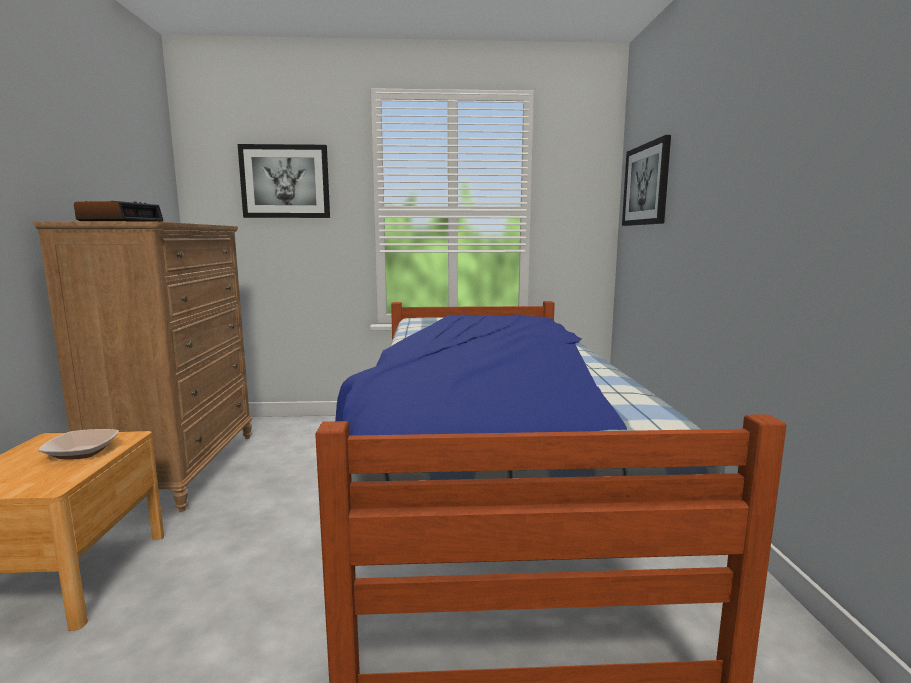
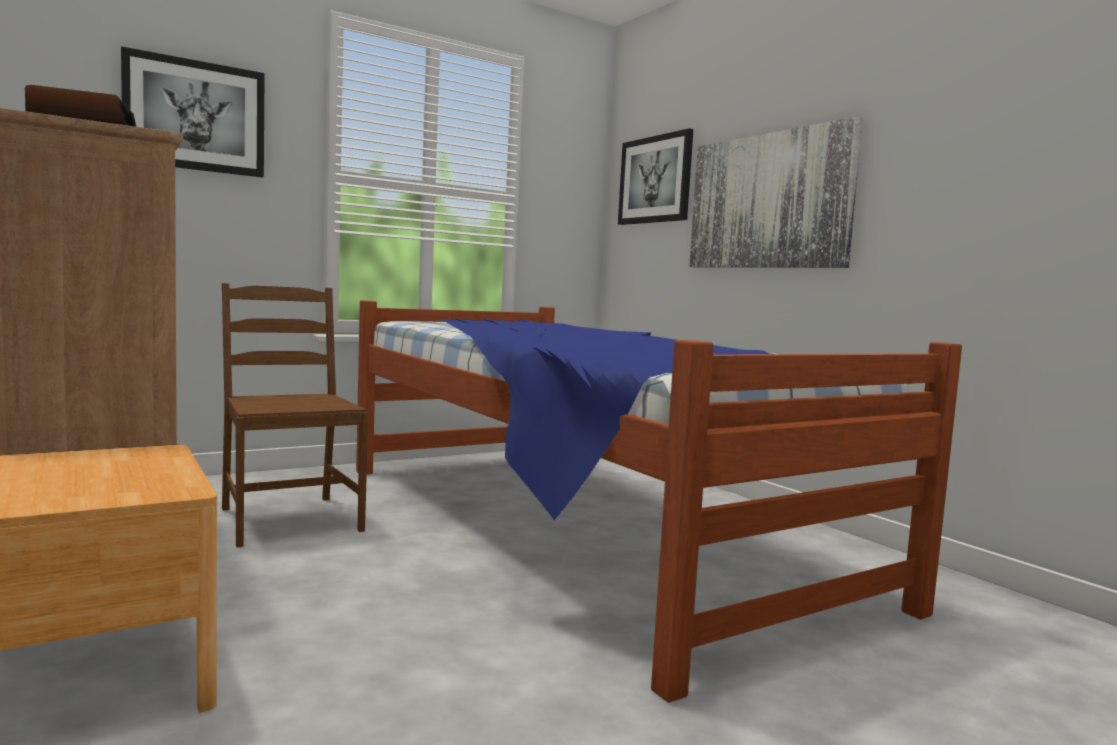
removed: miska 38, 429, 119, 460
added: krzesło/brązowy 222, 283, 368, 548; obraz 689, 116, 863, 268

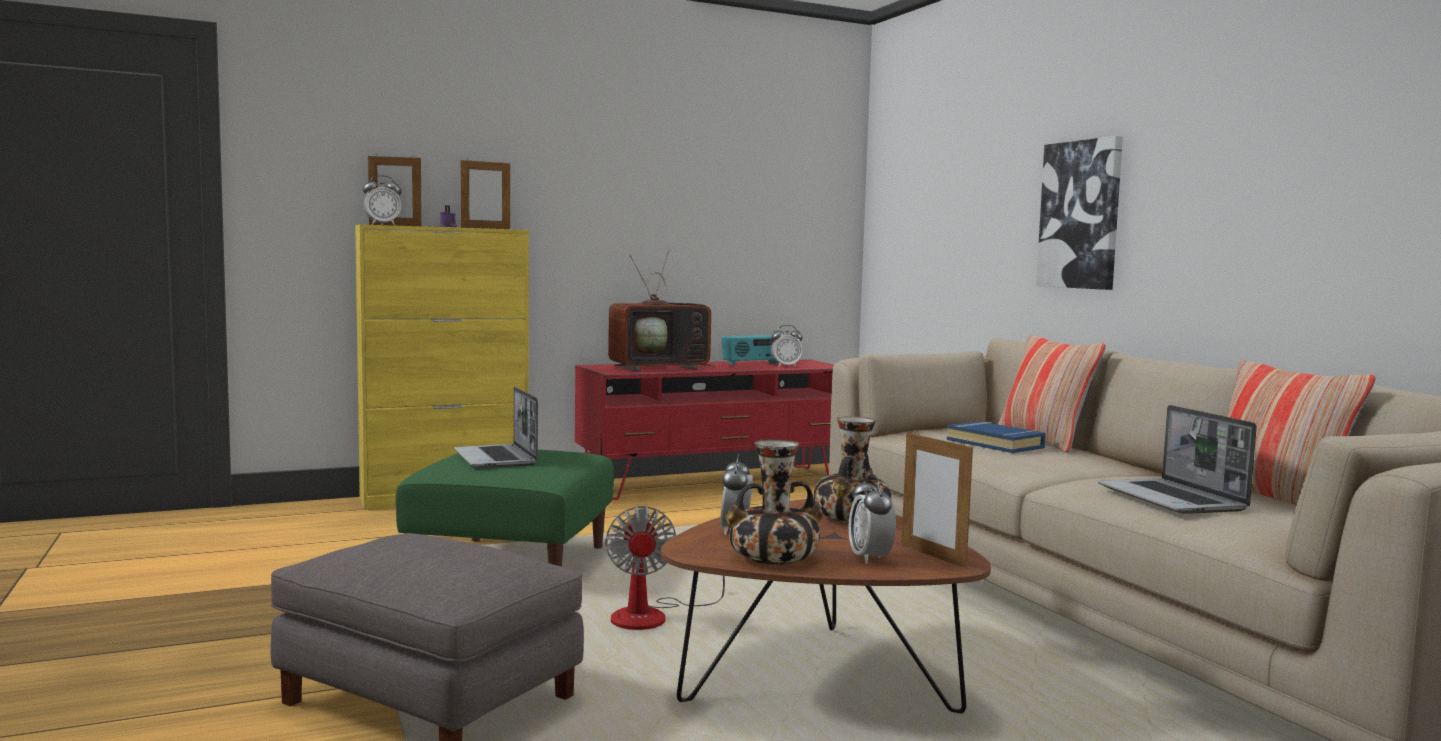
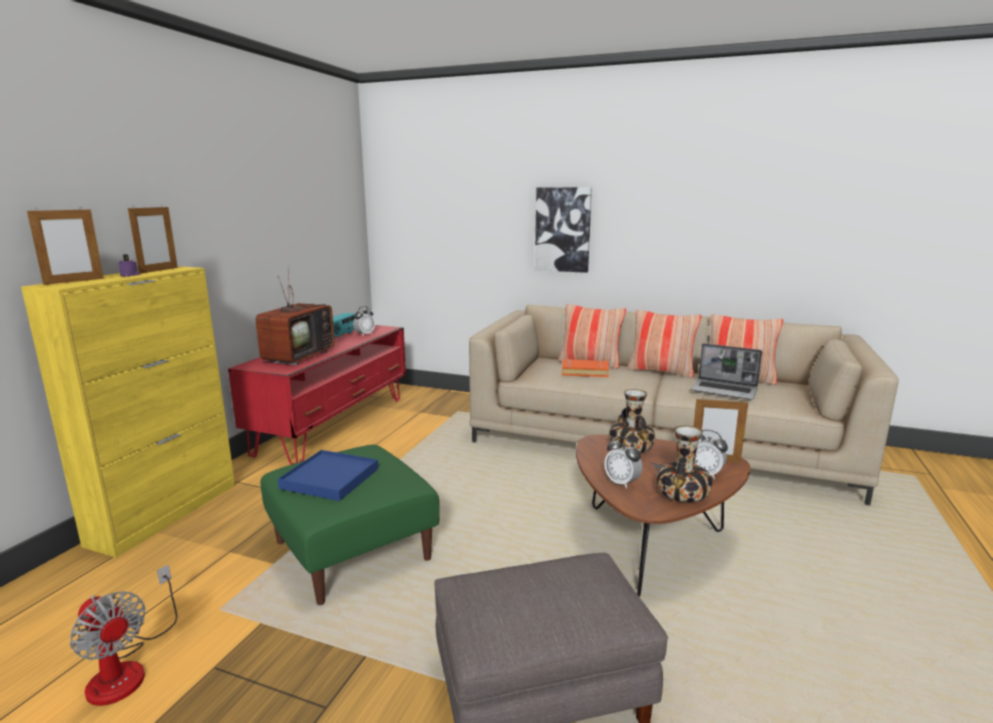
removed: budzik 363, 175, 402, 225
added: poduszka 627, 310, 701, 378
moved: wentylator 605, 506, 725, 630 to 70, 565, 178, 706
replaced: laptop 454, 387, 538, 468 to taca/niebieski 278, 450, 378, 501
recoloured: książka/niebieski 947, 421, 1046, 453 to książka/pomarańczowy 562, 359, 609, 377

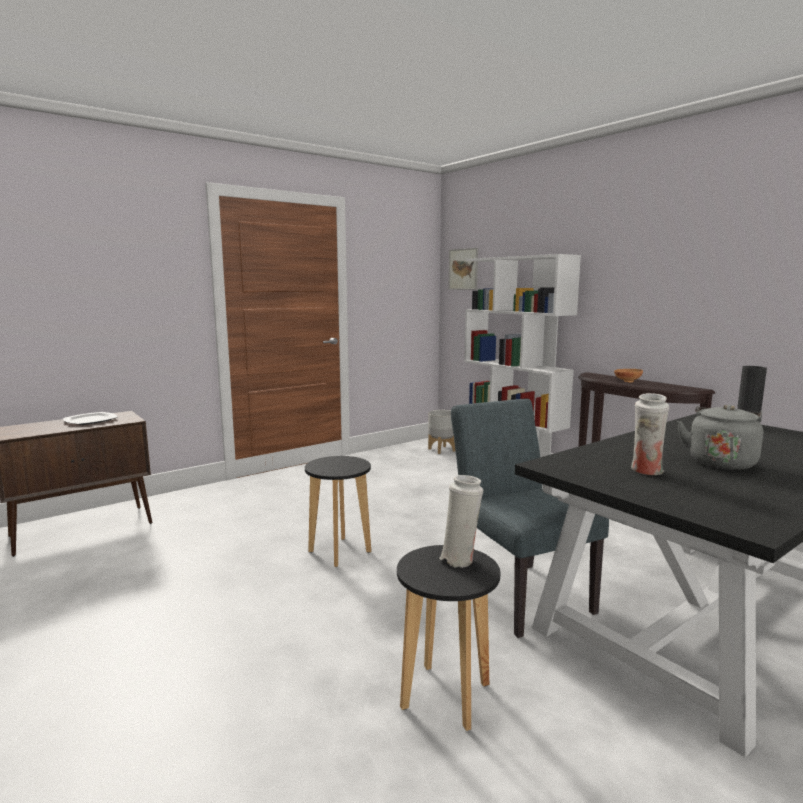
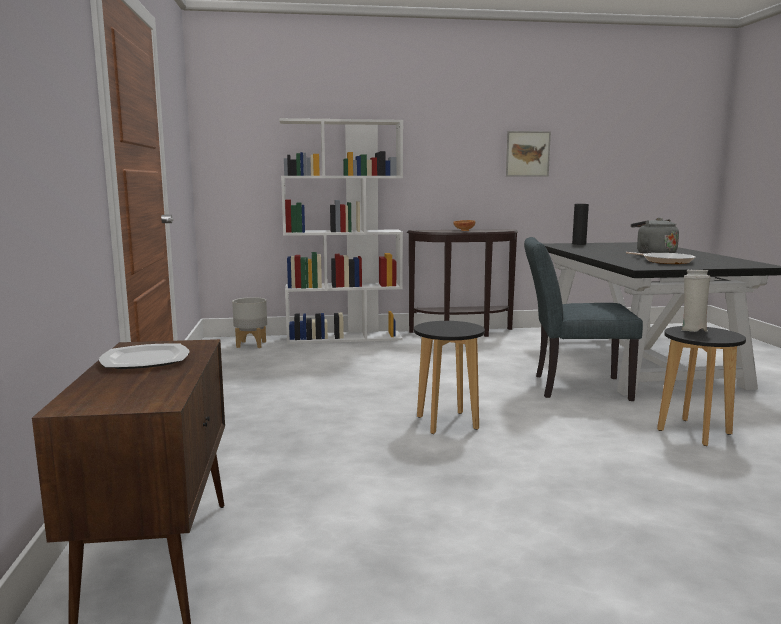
moved: obraz 448, 248, 478, 290 to 506, 131, 551, 177
replaced: wazon/biały 631, 393, 669, 475 to patelnia 626, 252, 695, 264

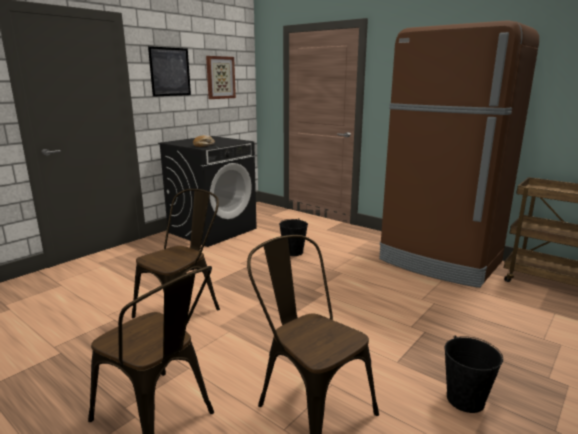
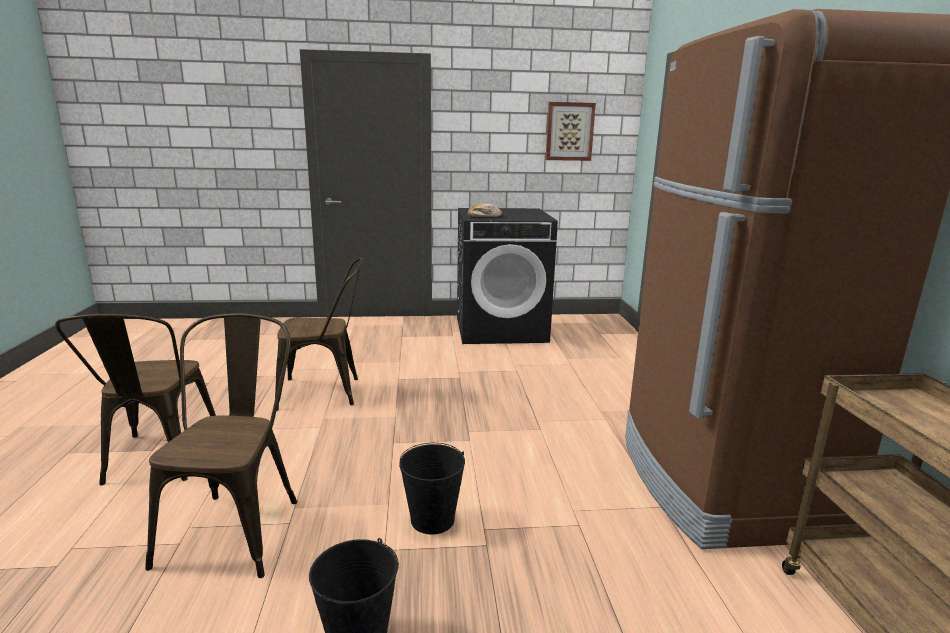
removed: obraz 148, 46, 191, 97
moved: wiadro/czarny 279, 218, 308, 256 to 399, 443, 465, 534

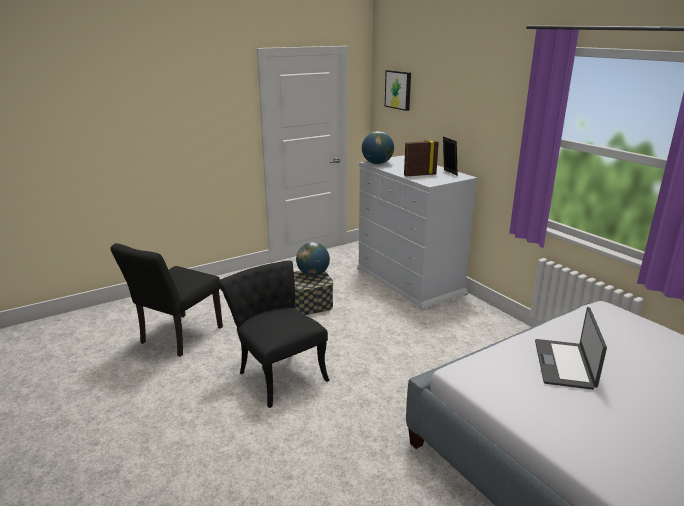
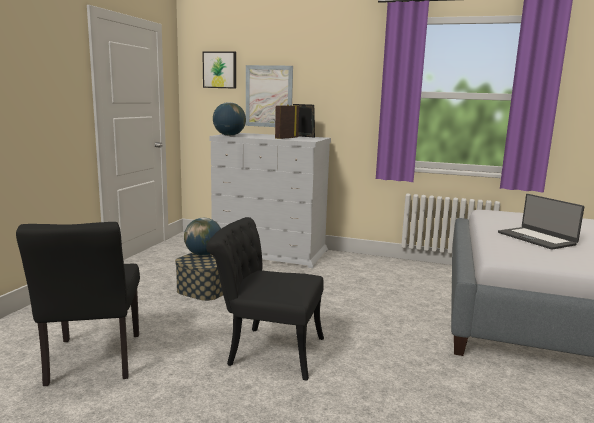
added: obraz 246, 65, 293, 127

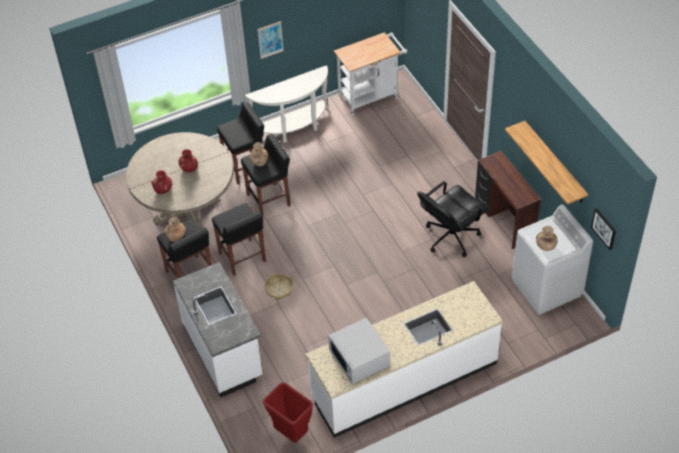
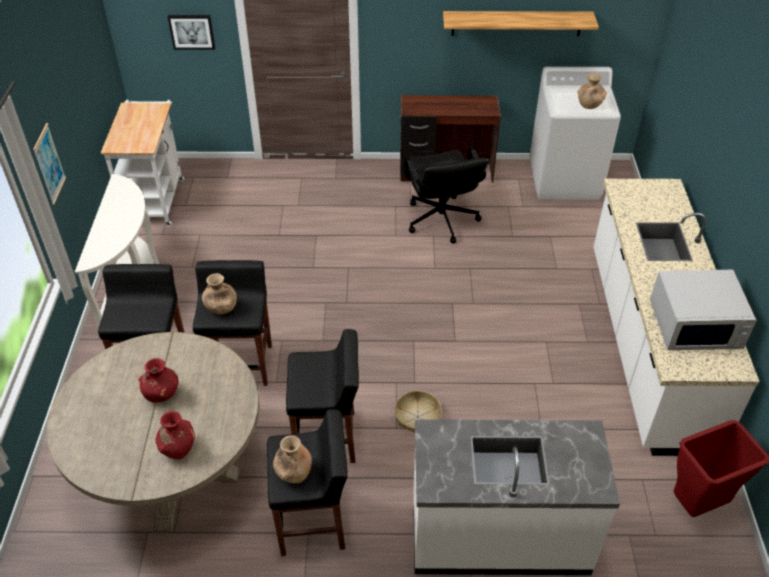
moved: obraz 591, 208, 616, 250 to 168, 15, 215, 50

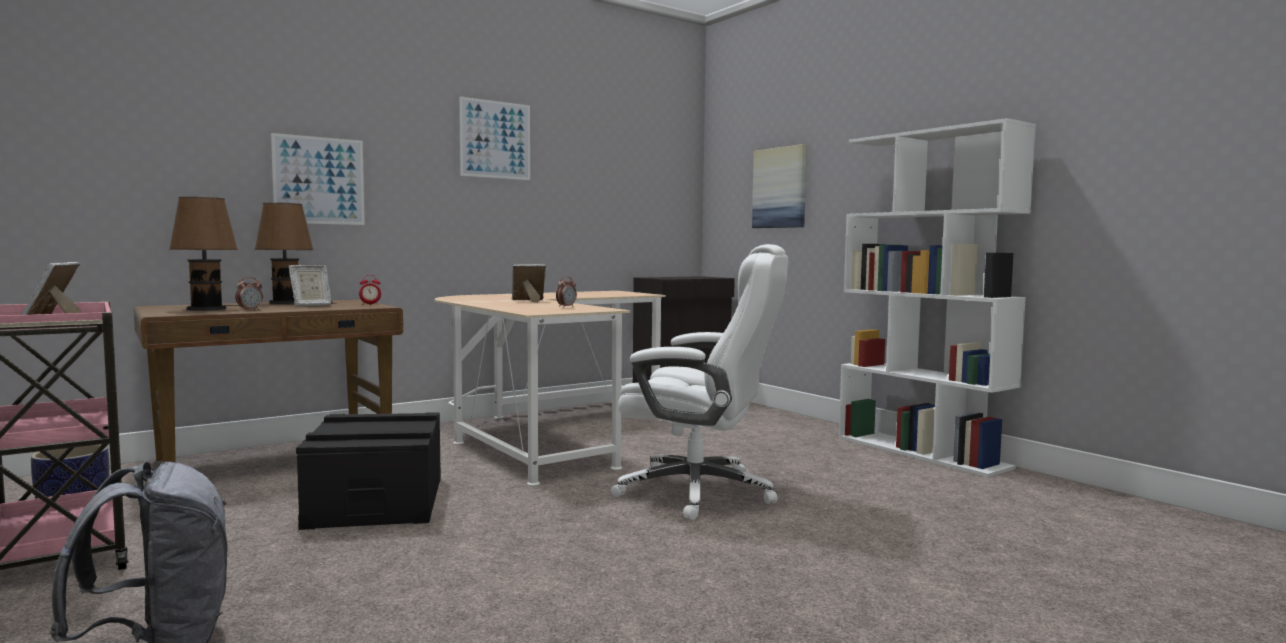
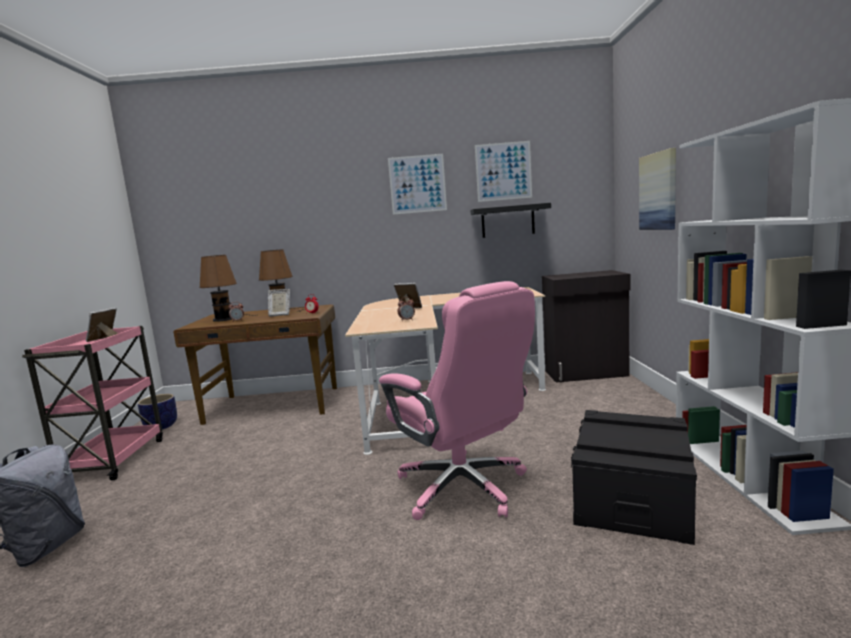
added: półka/czarny 470, 203, 551, 238
moved: obraz 271, 133, 365, 225 to 475, 141, 532, 202; pojemnik do przechowywania/czarny 296, 412, 441, 530 to 571, 410, 697, 545
recoloured: krzesło biurowe/biały 611, 244, 788, 520 to krzesło biurowe/różowy 379, 281, 535, 520

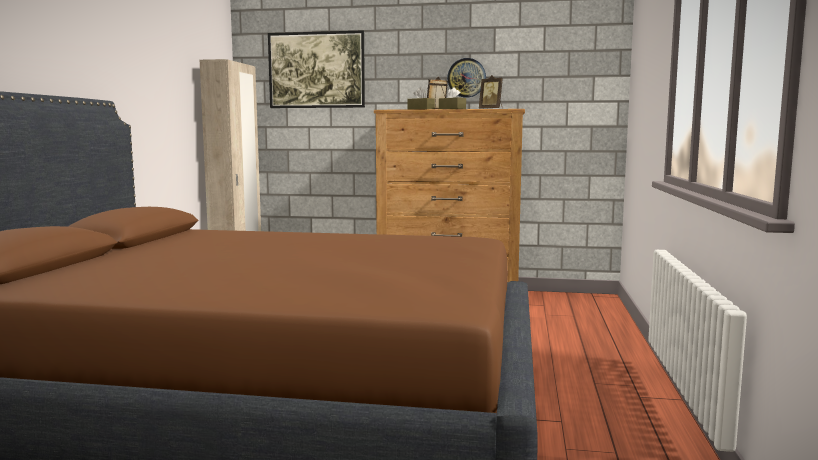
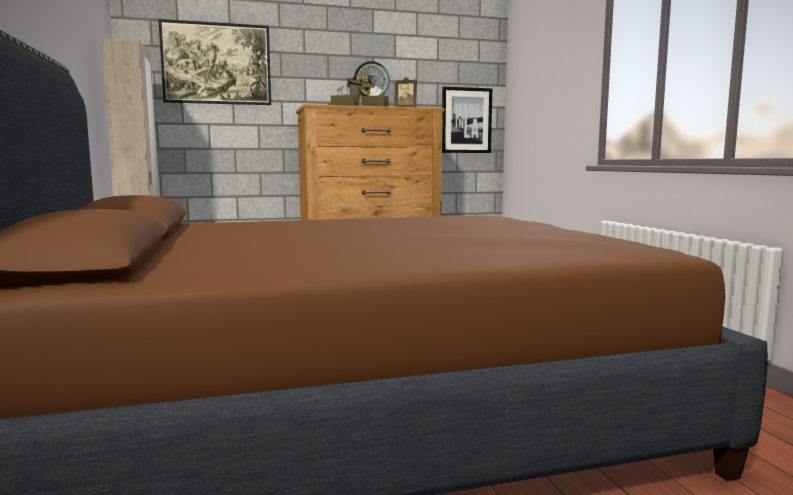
added: obraz 442, 87, 492, 153

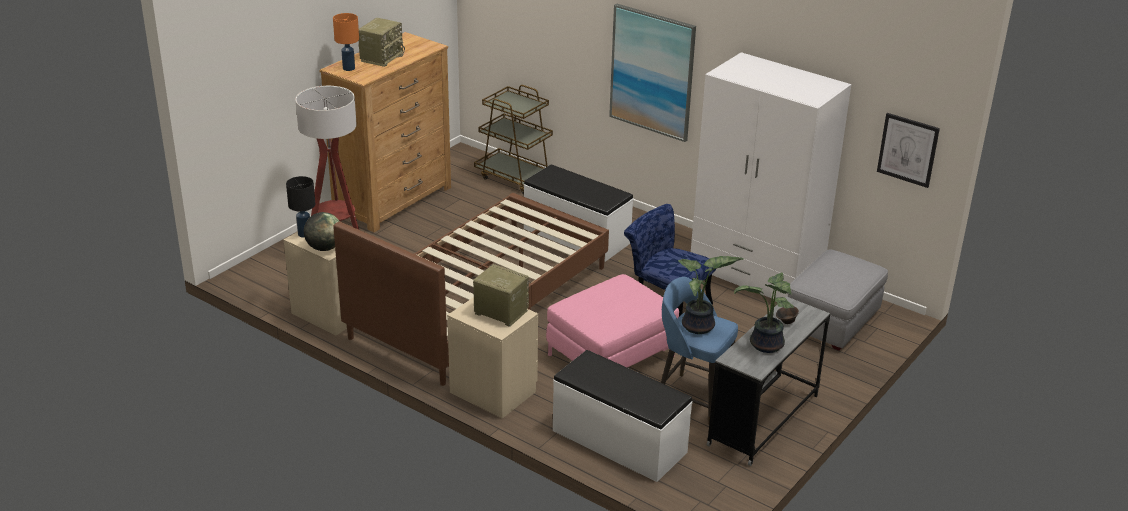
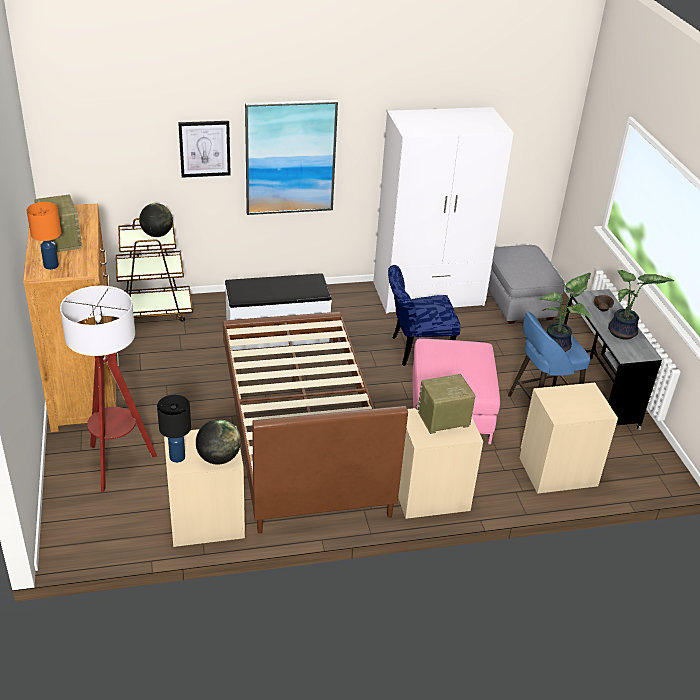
added: globus 139, 203, 173, 237
moved: obraz 877, 113, 940, 188 to 178, 121, 231, 178
replaced: ławka/biały 553, 350, 693, 482 to szafka nocna/beżowy 520, 383, 618, 494

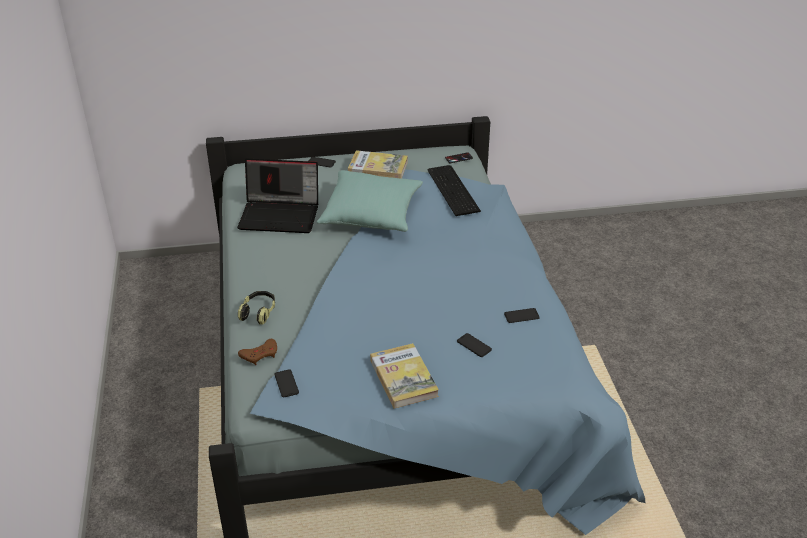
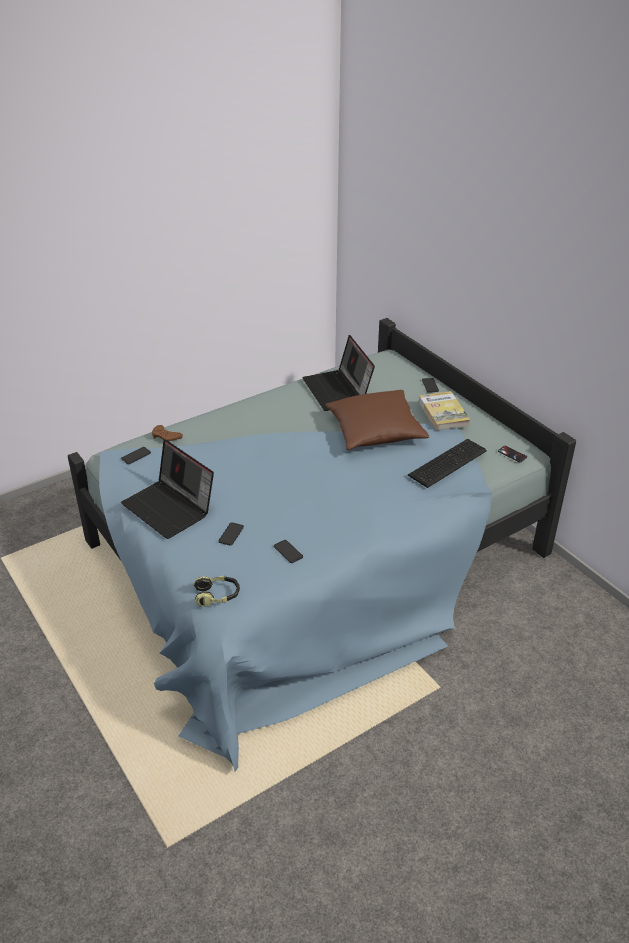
moved: słuchawki 238, 291, 275, 325 to 194, 576, 240, 607
replaced: książka 370, 343, 439, 409 to laptop 121, 439, 214, 539
recoloured: poduszka/turkusowy 317, 170, 423, 232 to poduszka/brązowy 325, 390, 429, 450

